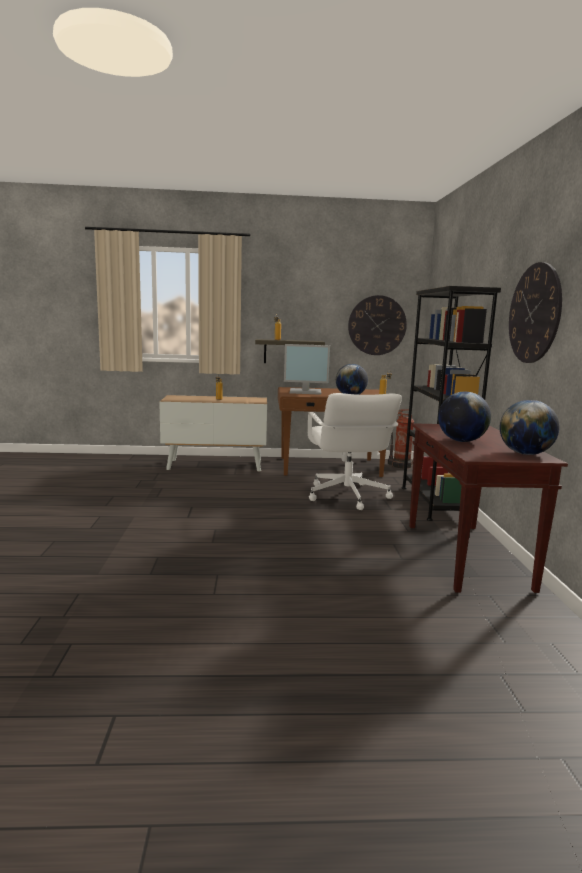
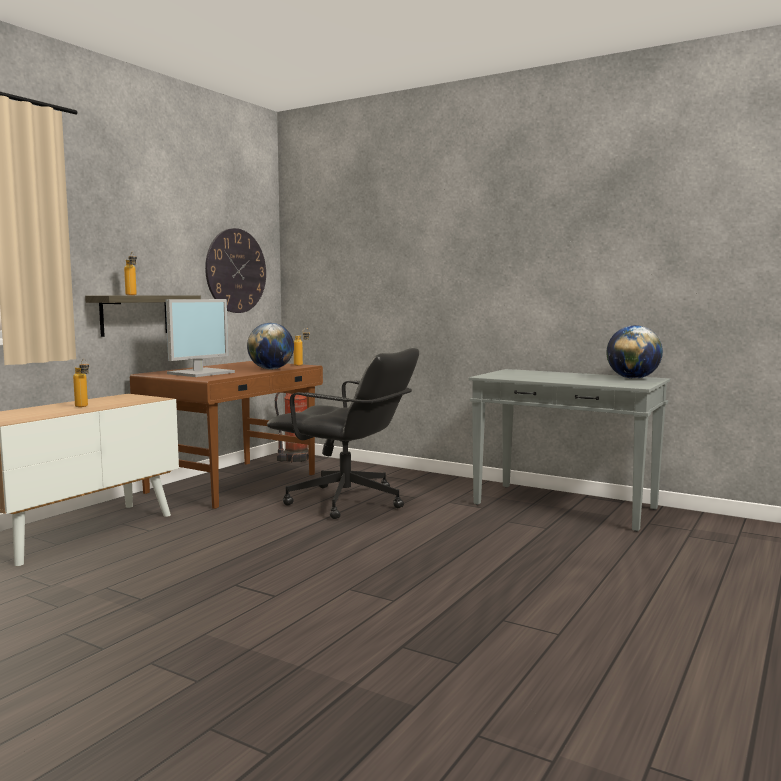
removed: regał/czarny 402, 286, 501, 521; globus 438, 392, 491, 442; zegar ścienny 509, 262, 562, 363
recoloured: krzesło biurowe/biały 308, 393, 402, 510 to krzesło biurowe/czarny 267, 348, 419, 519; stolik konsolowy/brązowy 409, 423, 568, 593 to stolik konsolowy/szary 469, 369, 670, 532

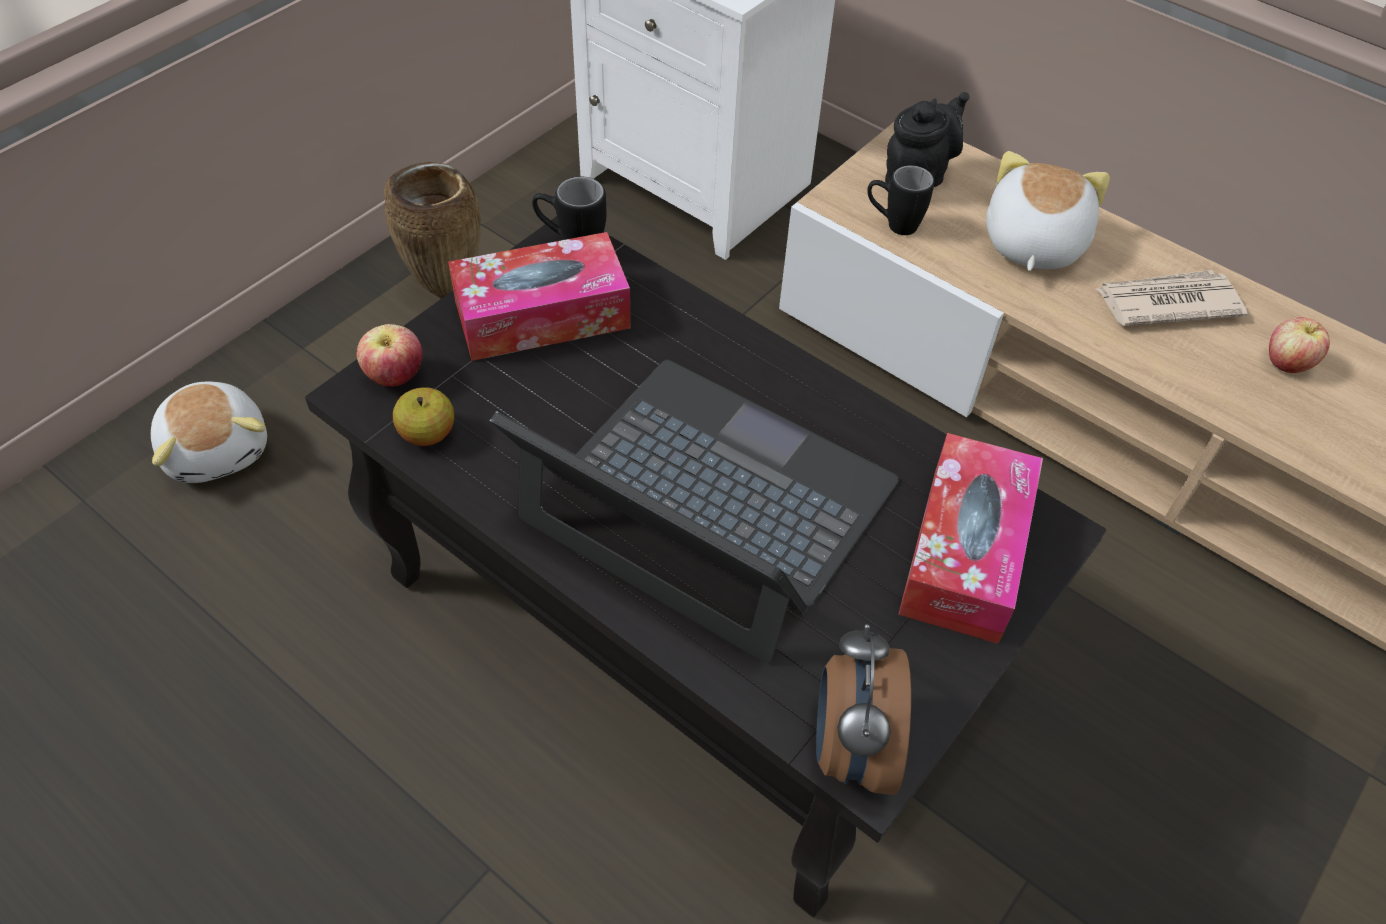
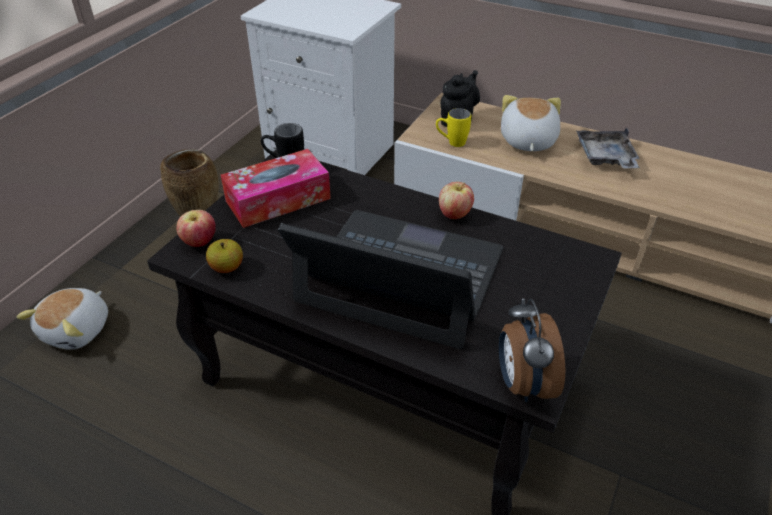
removed: pudełko chusteczek 898, 433, 1043, 644
moved: jabłko 1269, 317, 1330, 373 to 439, 182, 474, 219
replaced: gazeta 1095, 270, 1248, 326 to taca/szary 576, 127, 640, 168
recoloured: kubek/czarny 867, 165, 934, 235 to kubek/żółty 436, 108, 471, 147
turned: pluszak 151, 382, 267, 483 = 16, 288, 108, 350 60 degrees clockwise

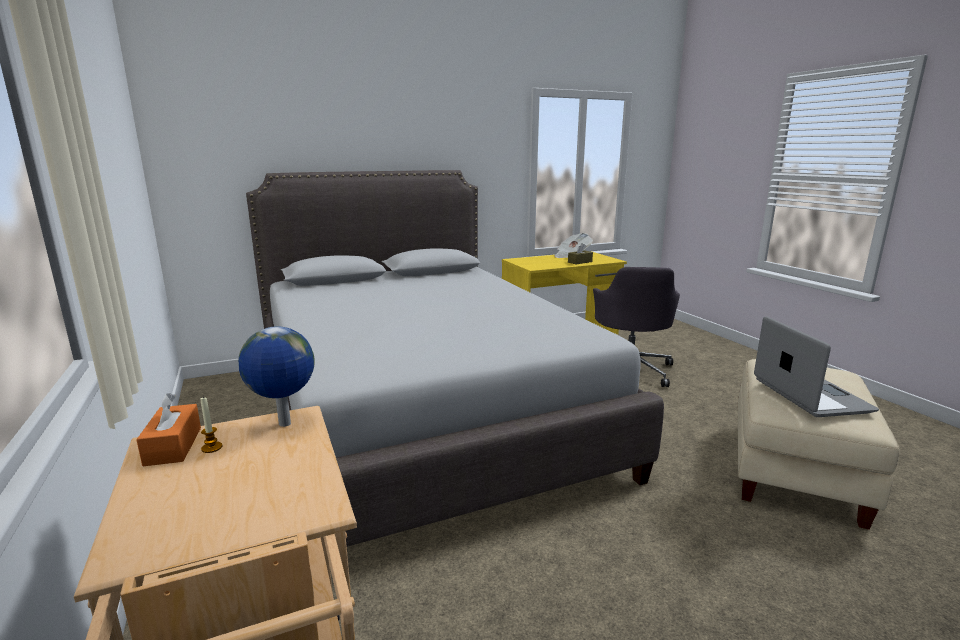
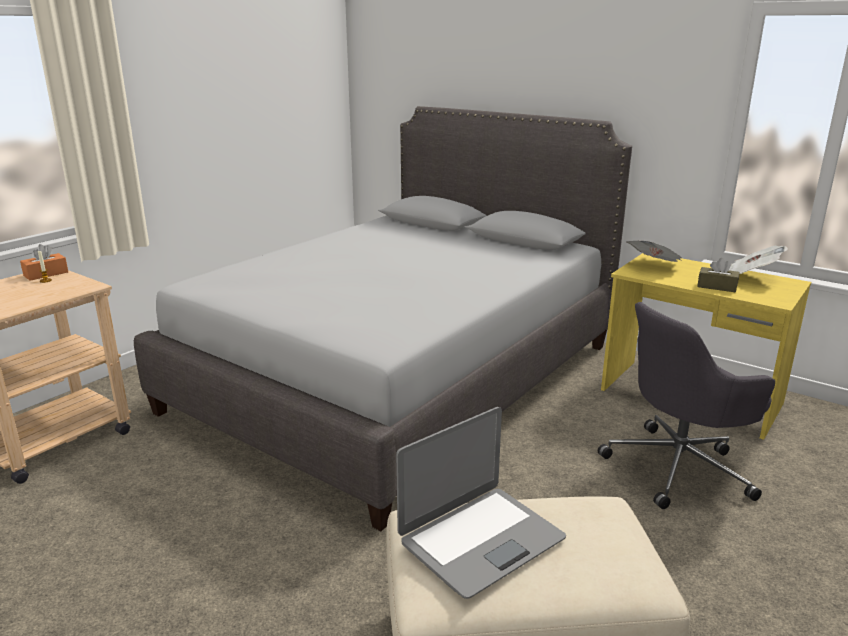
removed: globus 238, 326, 315, 427
added: gazeta 626, 241, 682, 262

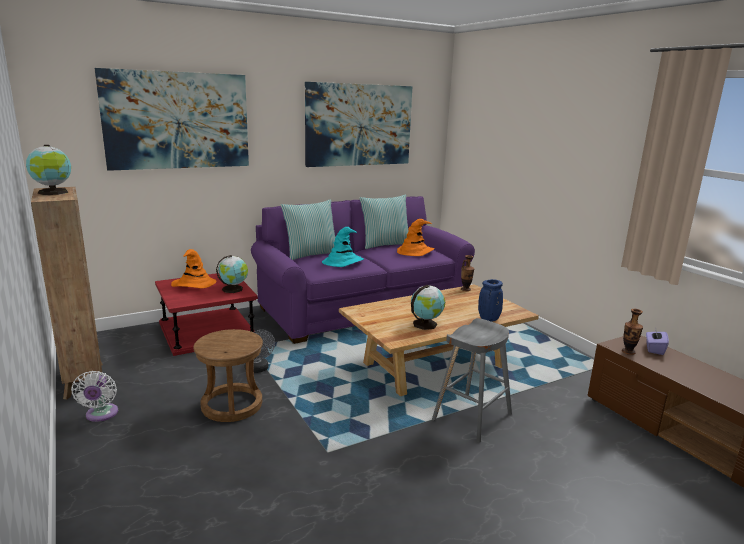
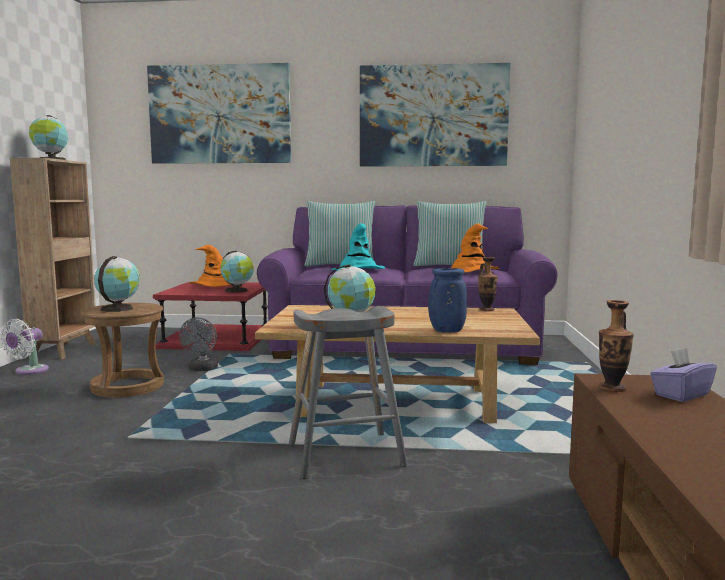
added: globus 94, 256, 140, 312

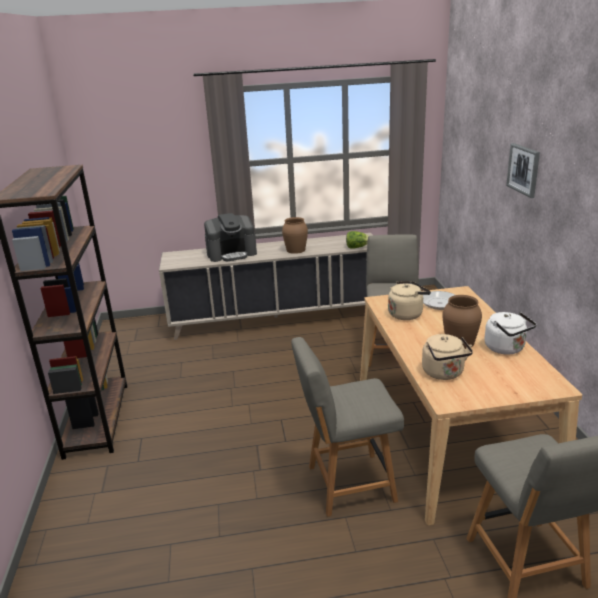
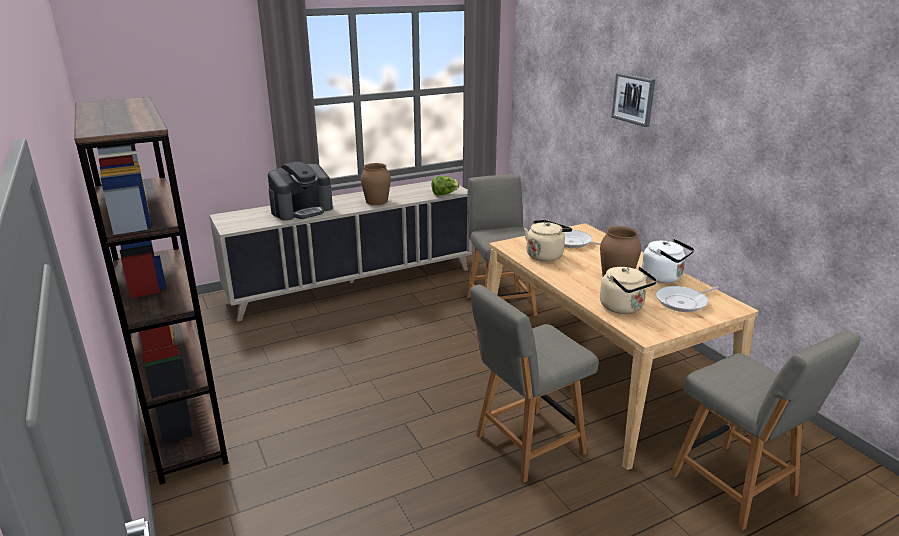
added: patelnia 656, 286, 719, 312

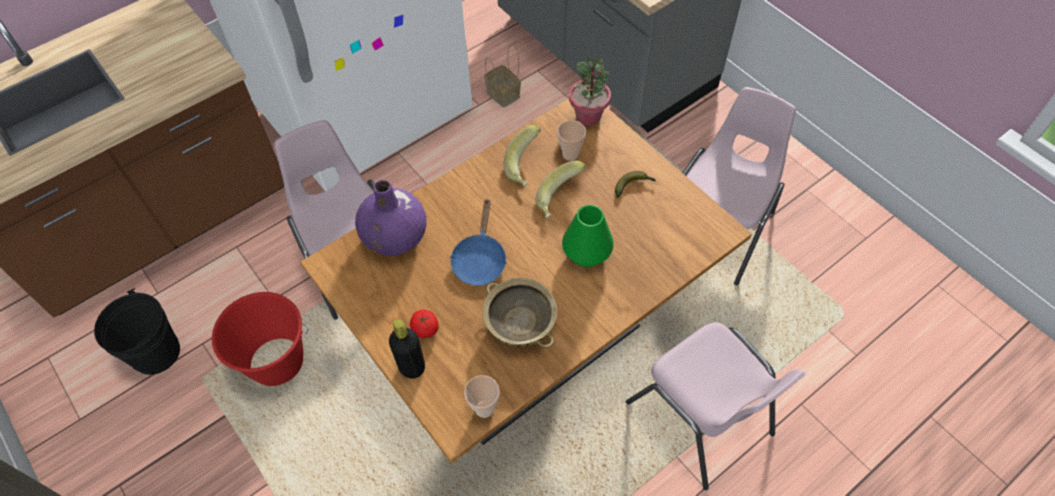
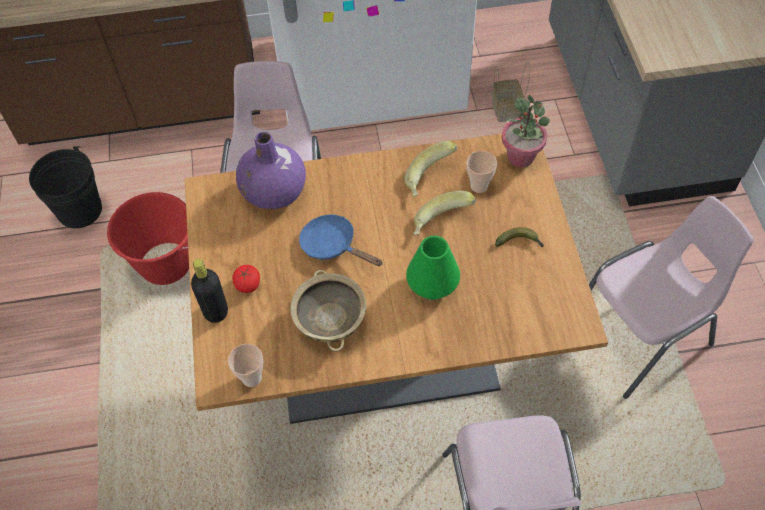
turned: patelnia/niebieski 450, 198, 507, 286 = 299, 214, 383, 266 90 degrees clockwise

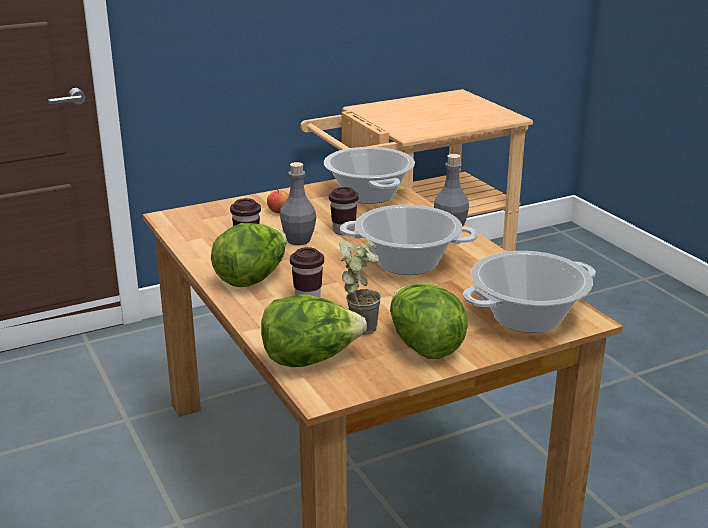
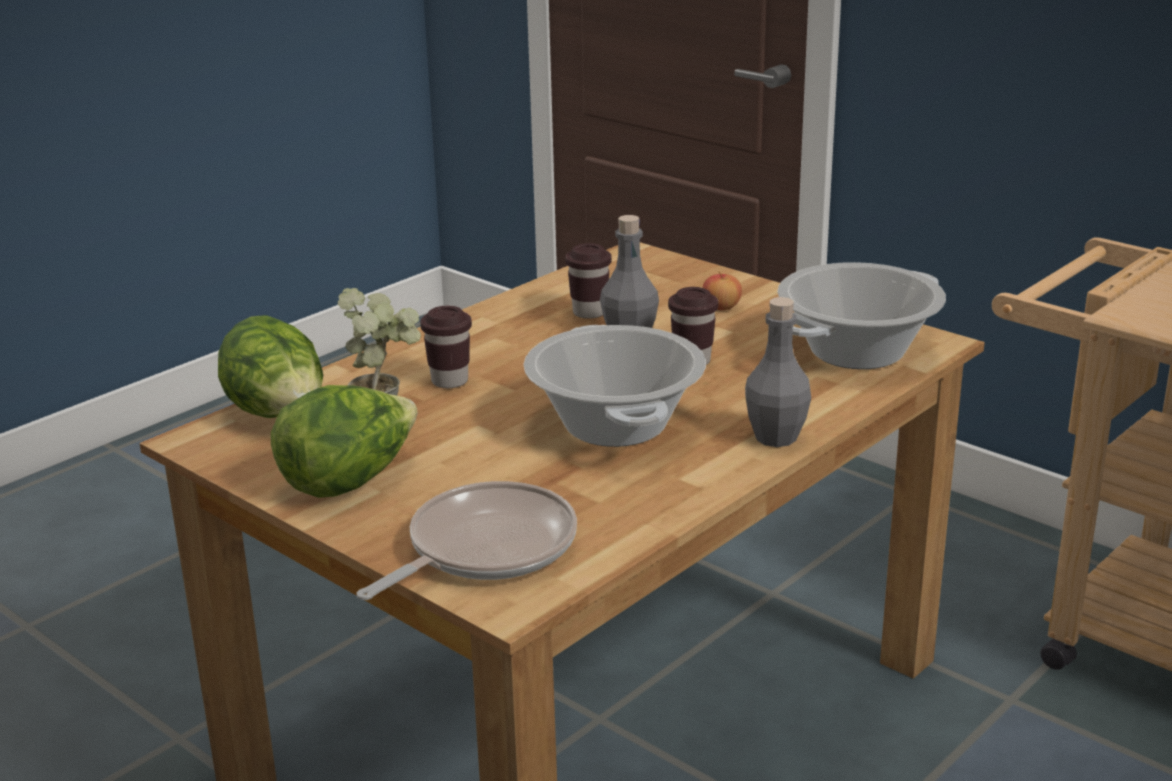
removed: sałata 211, 223, 287, 287
replaced: garnek 463, 251, 596, 333 to patelnia 356, 481, 577, 600

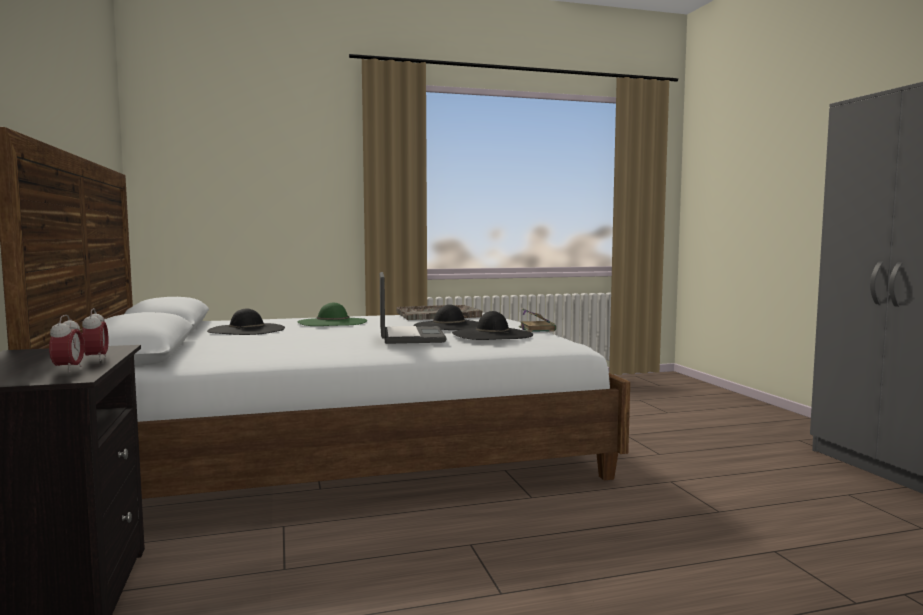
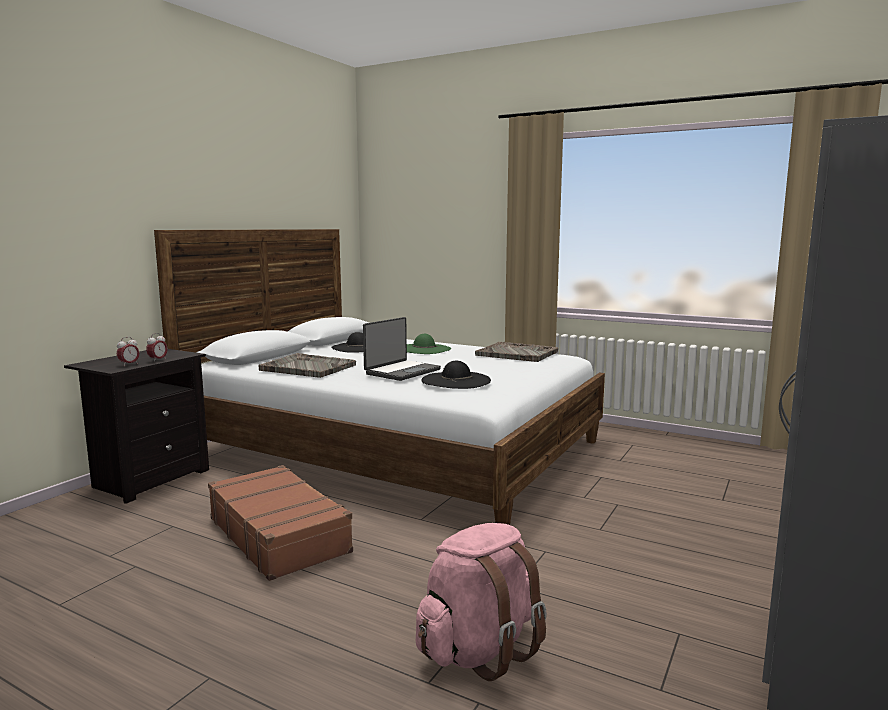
removed: kapelusz/czarny 413, 305, 478, 330; książka 519, 308, 556, 332
added: walizka/brązowy 208, 465, 353, 581; taca/szary 258, 353, 356, 378; plecak/różowy 416, 523, 547, 681

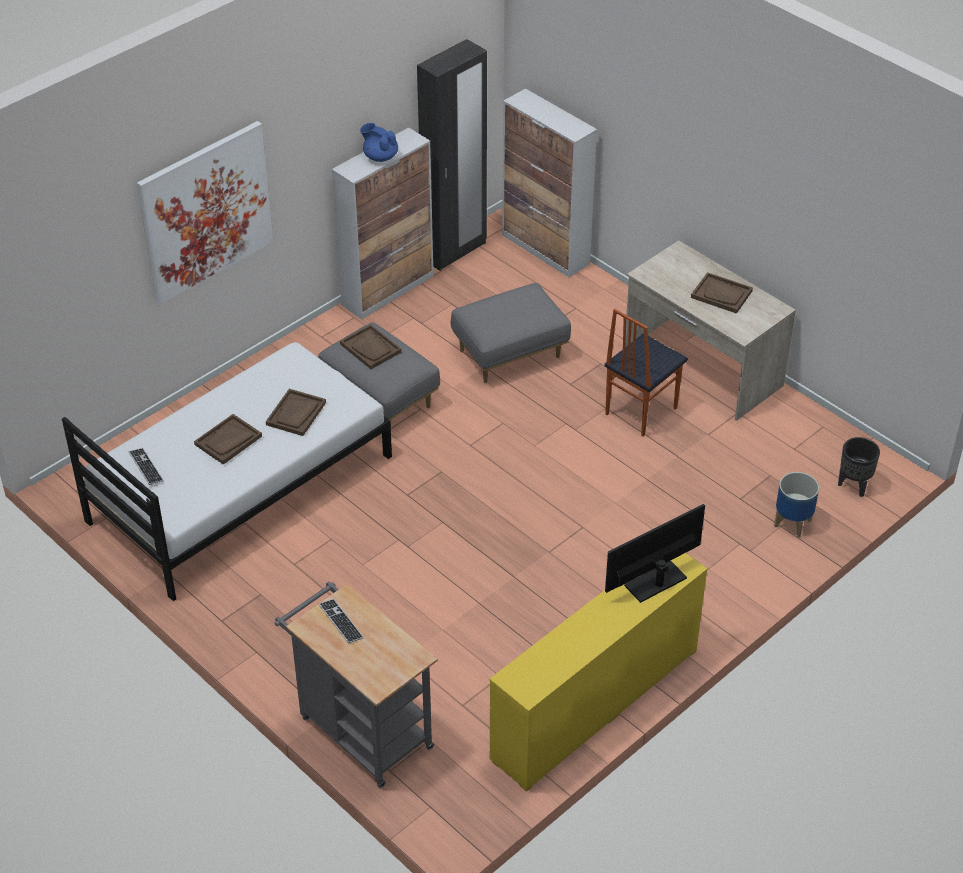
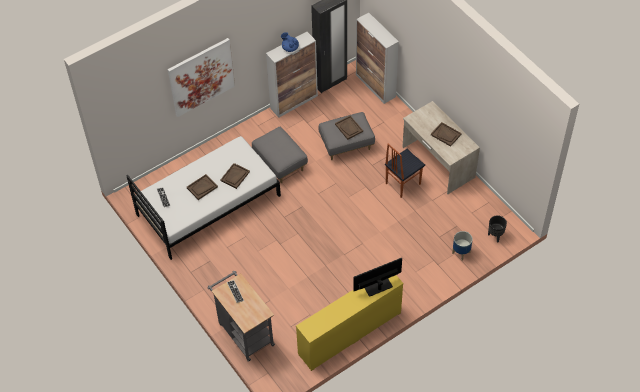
moved: taca/brązowy 340, 324, 402, 369 to 335, 115, 363, 140

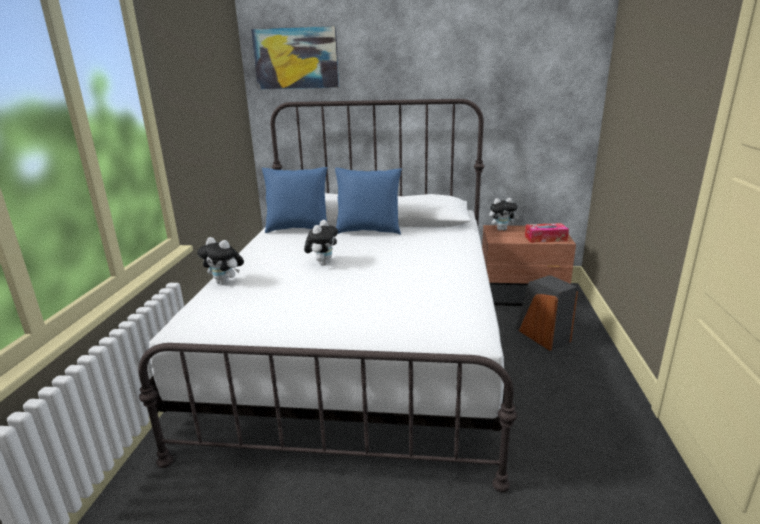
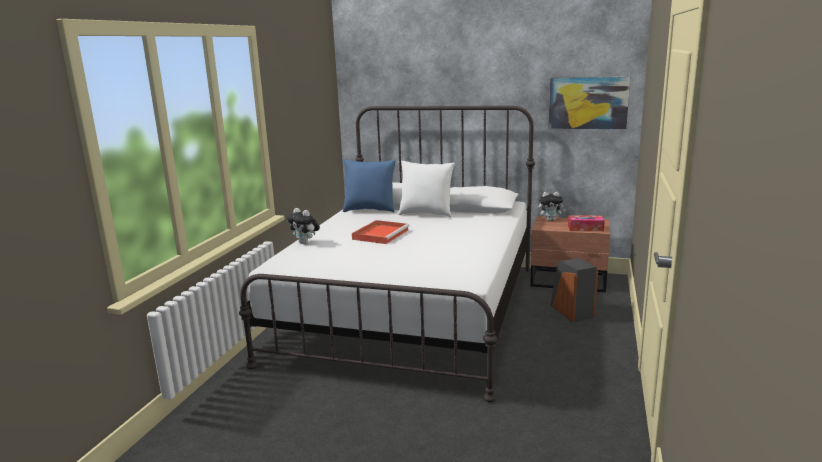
moved: obraz 251, 26, 339, 89 to 548, 77, 630, 129
replaced: pluszak 304, 220, 338, 266 to taca/czerwony 352, 220, 410, 244
recoloured: poduszka/niebieski 335, 168, 402, 235 to poduszka/biały 398, 161, 455, 217

